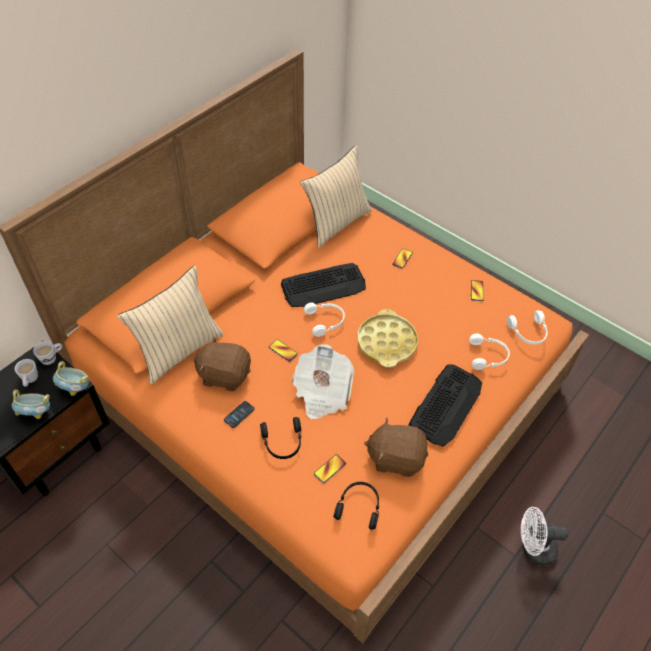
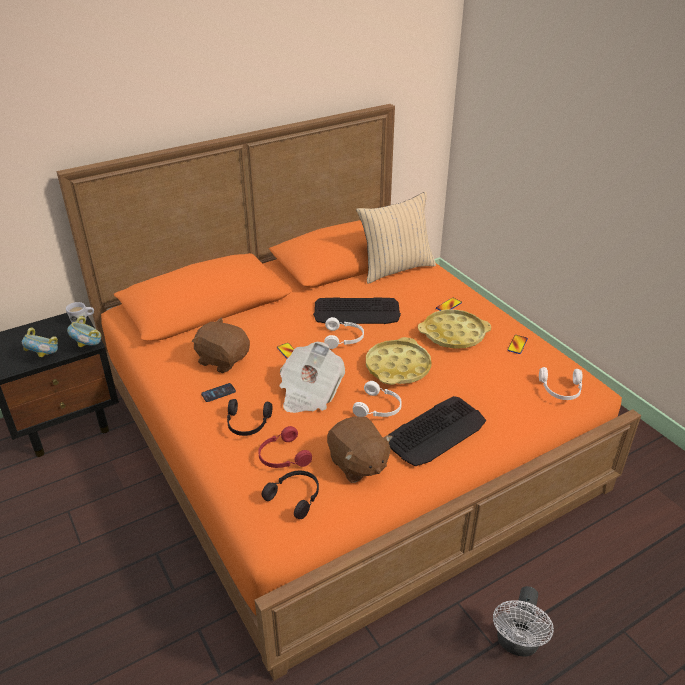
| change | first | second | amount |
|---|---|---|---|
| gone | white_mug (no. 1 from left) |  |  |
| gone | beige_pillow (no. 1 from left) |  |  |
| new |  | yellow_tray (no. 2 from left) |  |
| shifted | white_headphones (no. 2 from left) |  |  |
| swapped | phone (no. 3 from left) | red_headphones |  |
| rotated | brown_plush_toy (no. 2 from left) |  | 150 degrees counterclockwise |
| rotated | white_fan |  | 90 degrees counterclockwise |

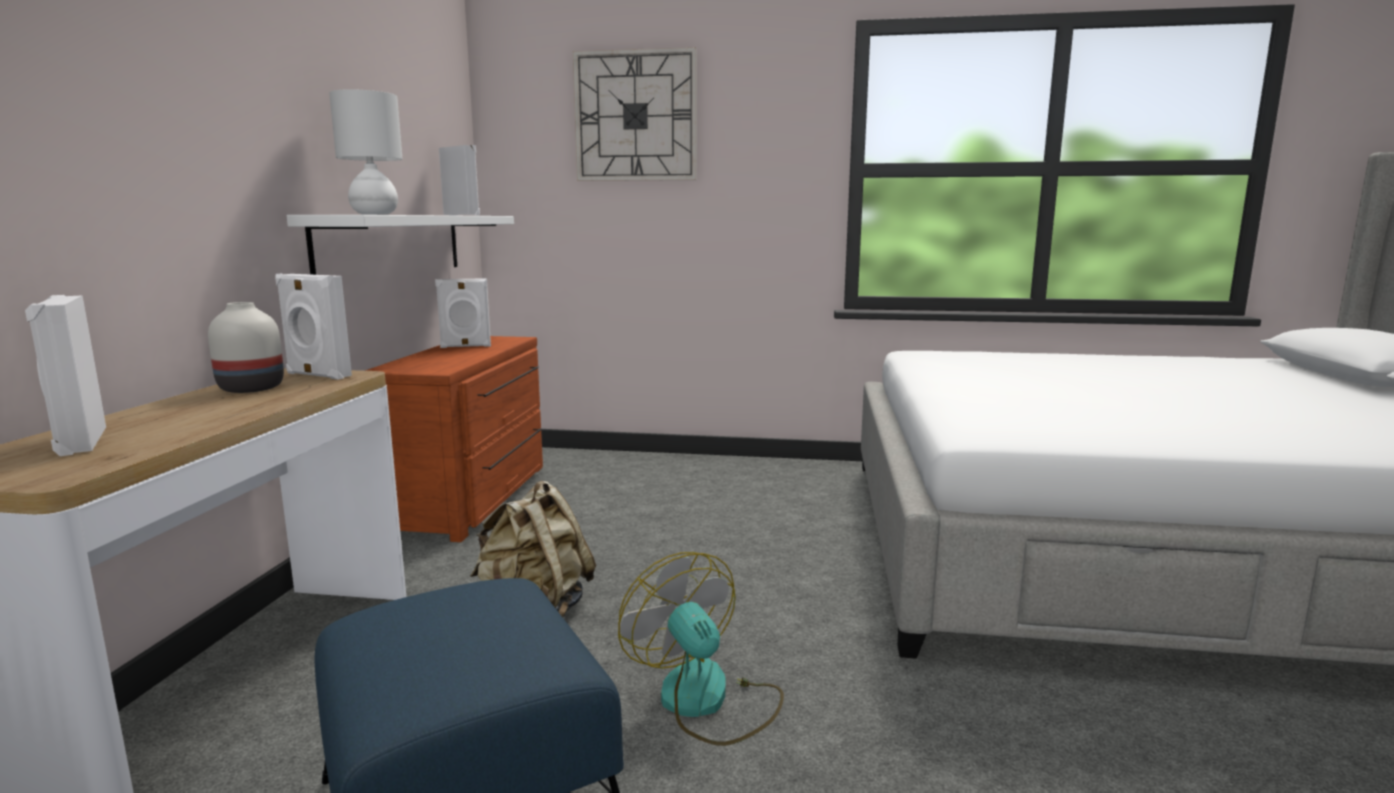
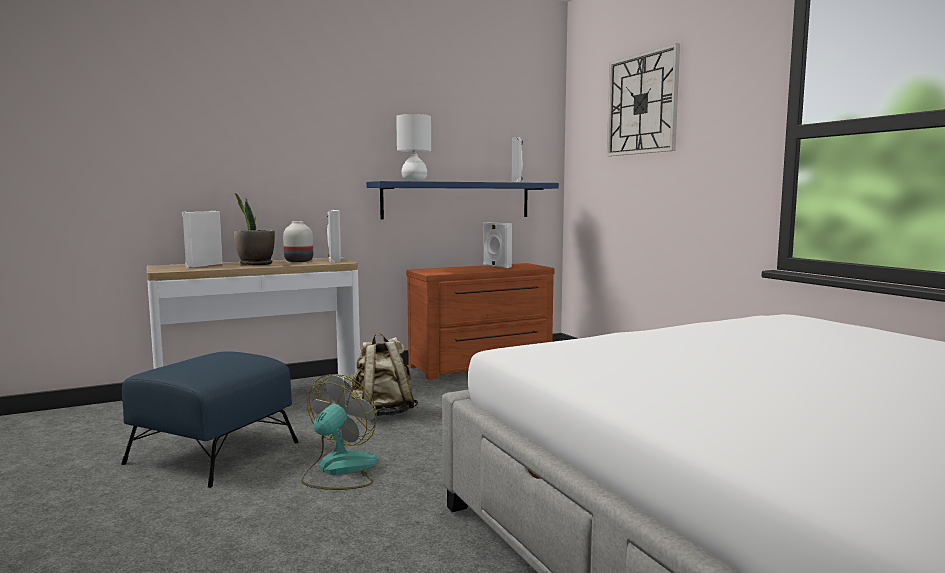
| change | first | second | amount |
|---|---|---|---|
| new |  | potted_plant |  |
| repainted | white_shelf | blue_shelf |  |

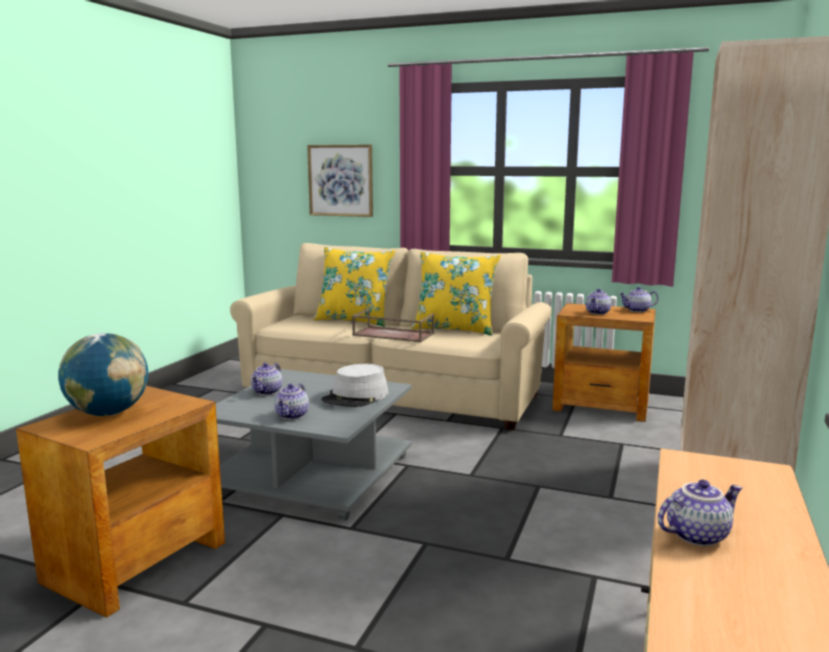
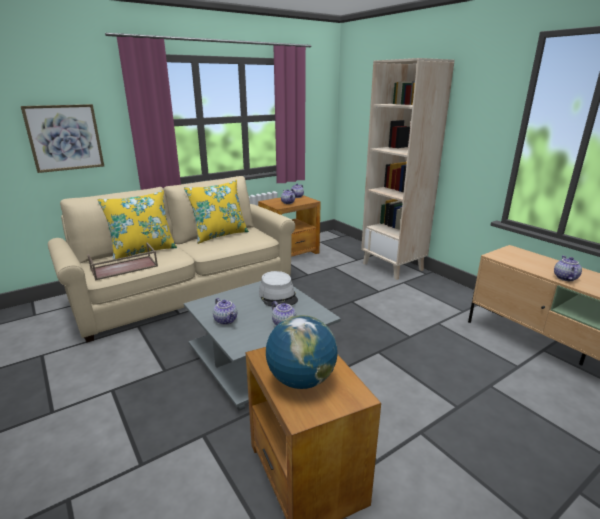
| change | first | second | amount |
|---|---|---|---|
| shifted | brown_tray |  |  |

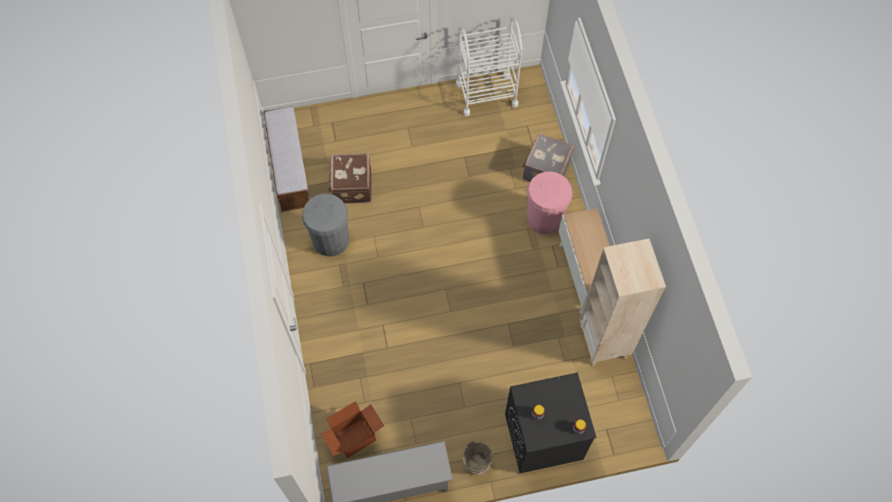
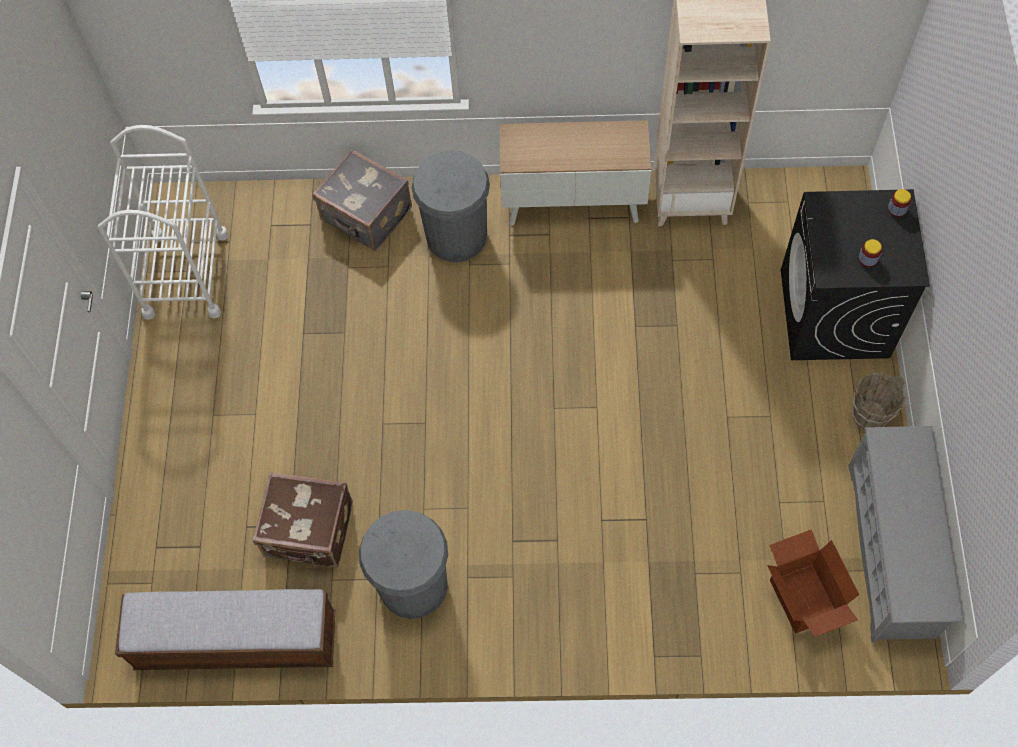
| change | first | second | amount |
|---|---|---|---|
| repainted | pink_trash_can | grey_trash_can (no. 2 from left) |  |

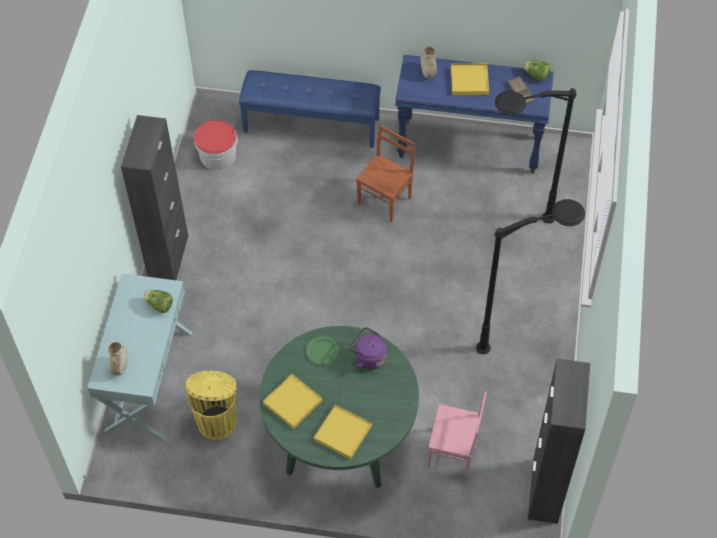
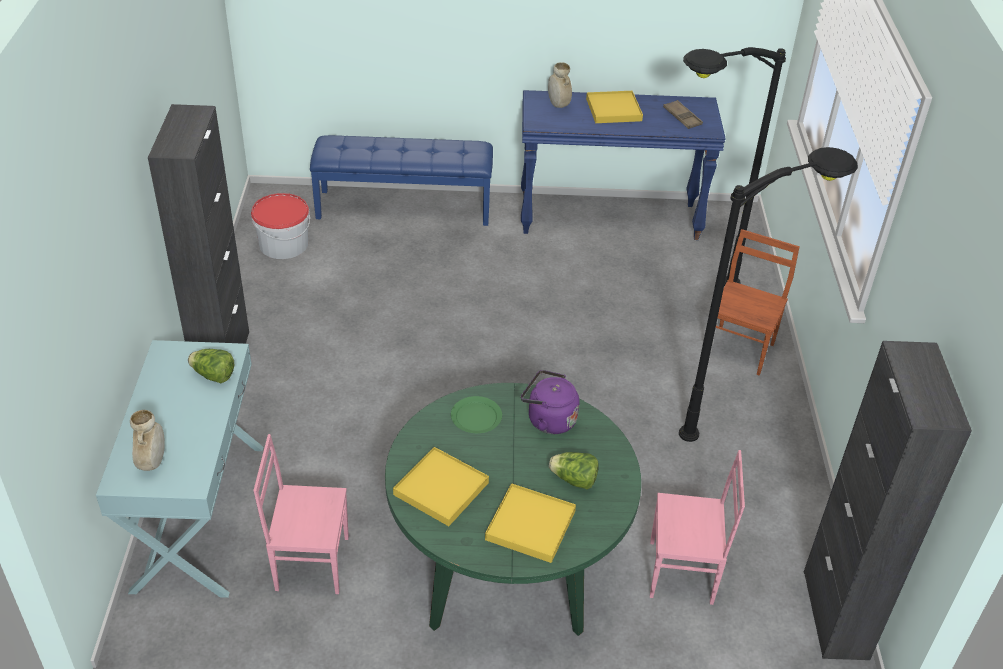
| change | first | second | amount |
|---|---|---|---|
| shifted | brown_chair |  |  |
| shifted | lettuce (no. 2 from left) |  |  |
| swapped | yellow_trash_can | pink_chair (no. 1 from left) |  |

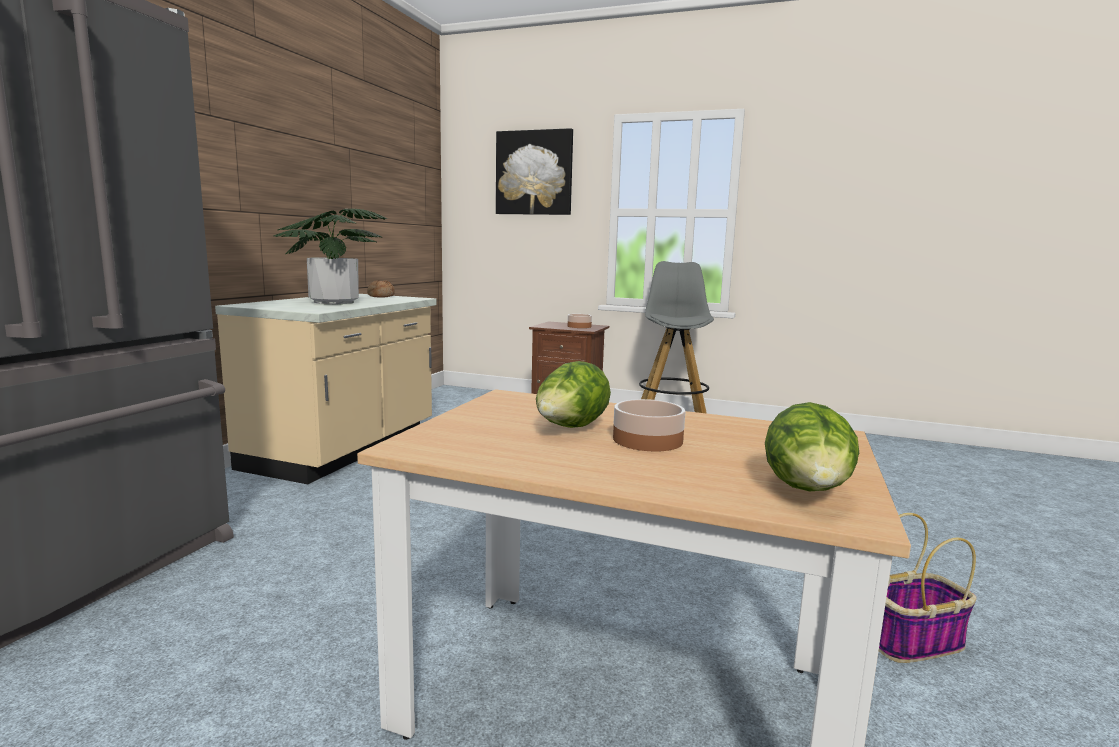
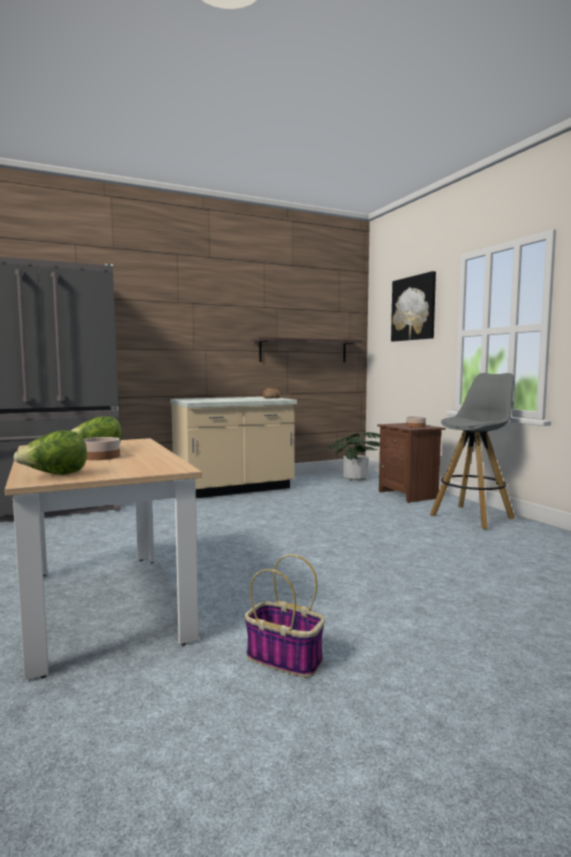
| change | first | second | amount |
|---|---|---|---|
| new |  | shelf |  |
| shifted | potted_plant |  |  |

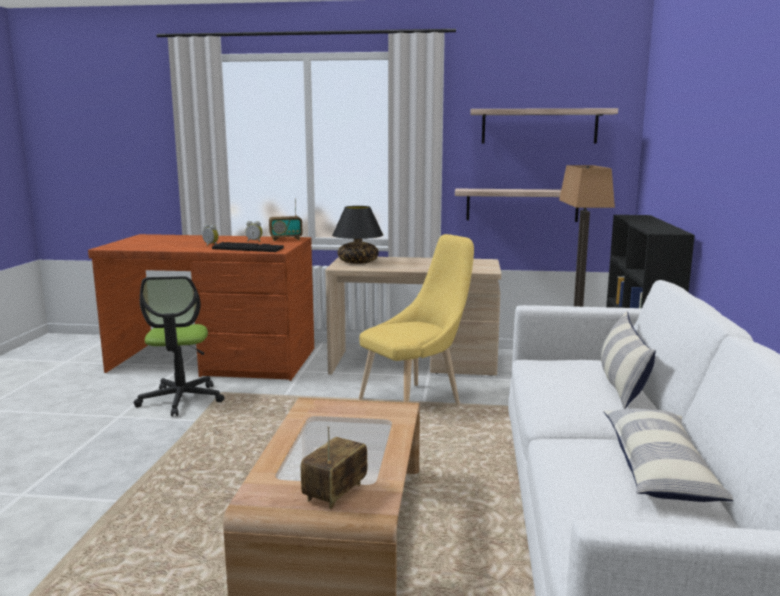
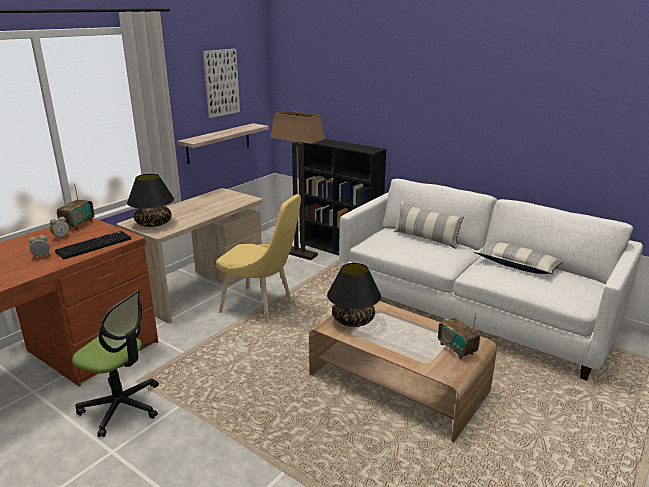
| change | first | second | amount |
|---|---|---|---|
| new |  | black_table_lamp (no. 2 from left) |  |
| swapped | shelf (no. 2 from left) | picture |  |
| rotated | yellow_chair |  | 120 degrees clockwise |

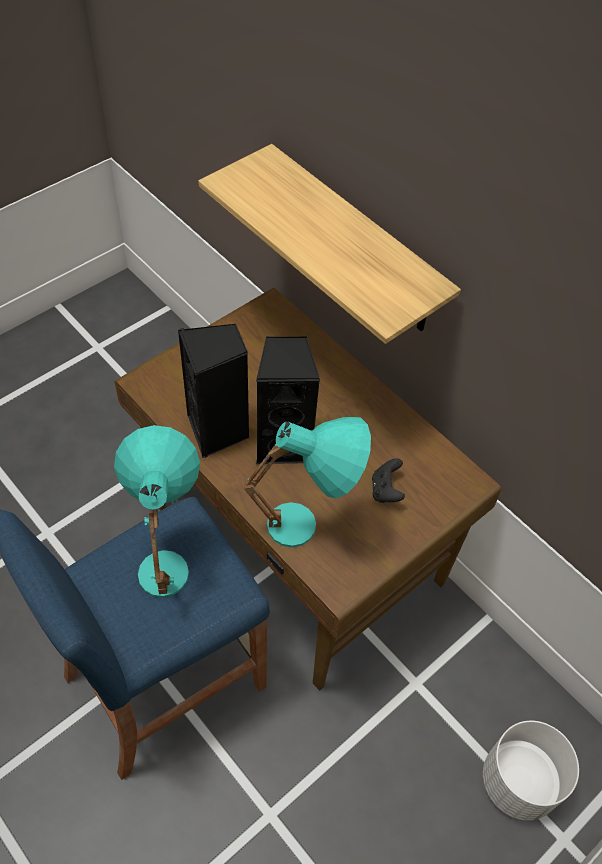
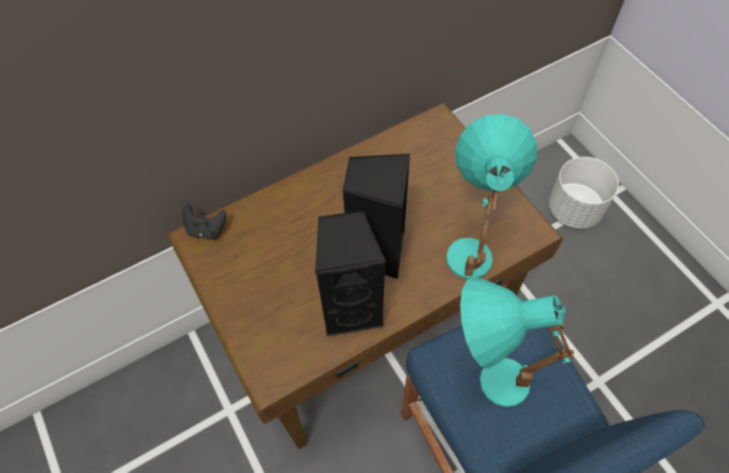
| change | first | second | amount |
|---|---|---|---|
| gone | shelf |  |  |
| shifted | black_game_controller |  |  |

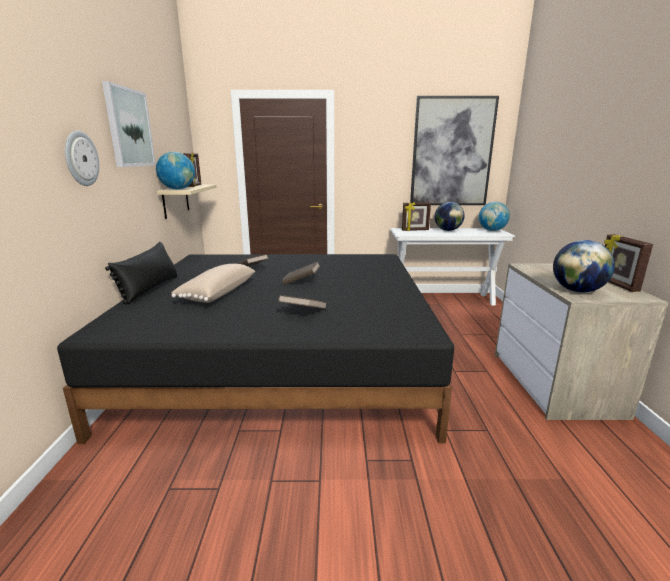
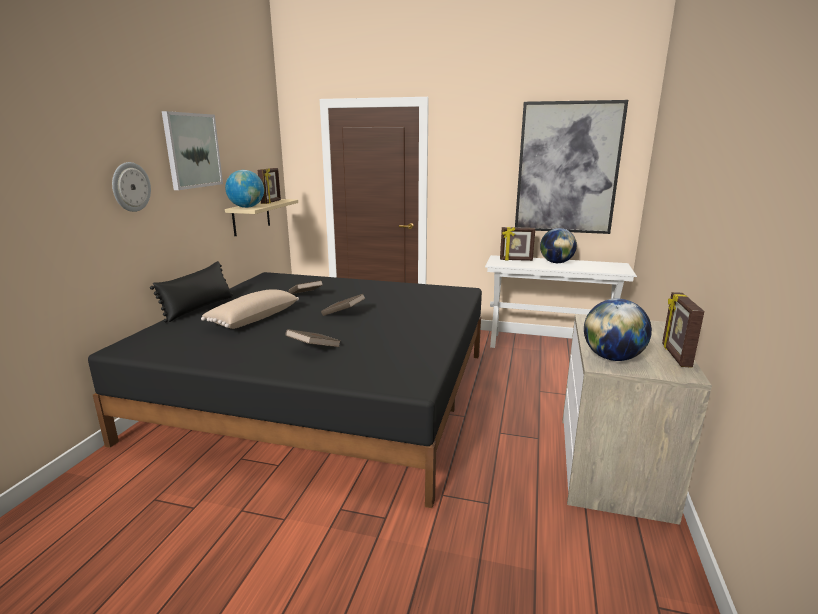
| change | first | second | amount |
|---|---|---|---|
| gone | globe (no. 3 from left) |  |  |

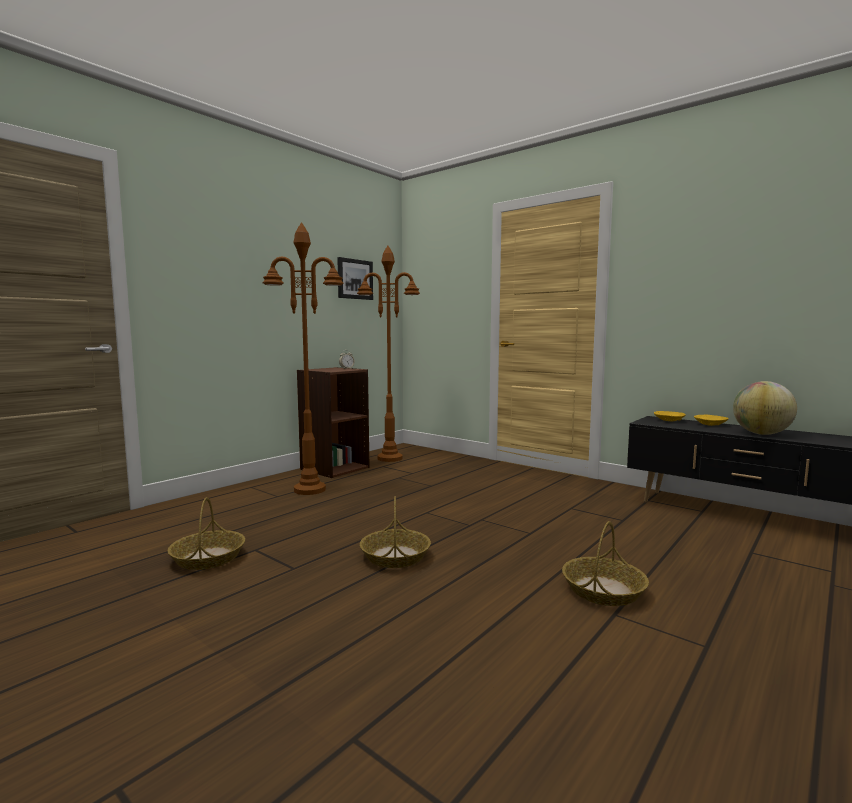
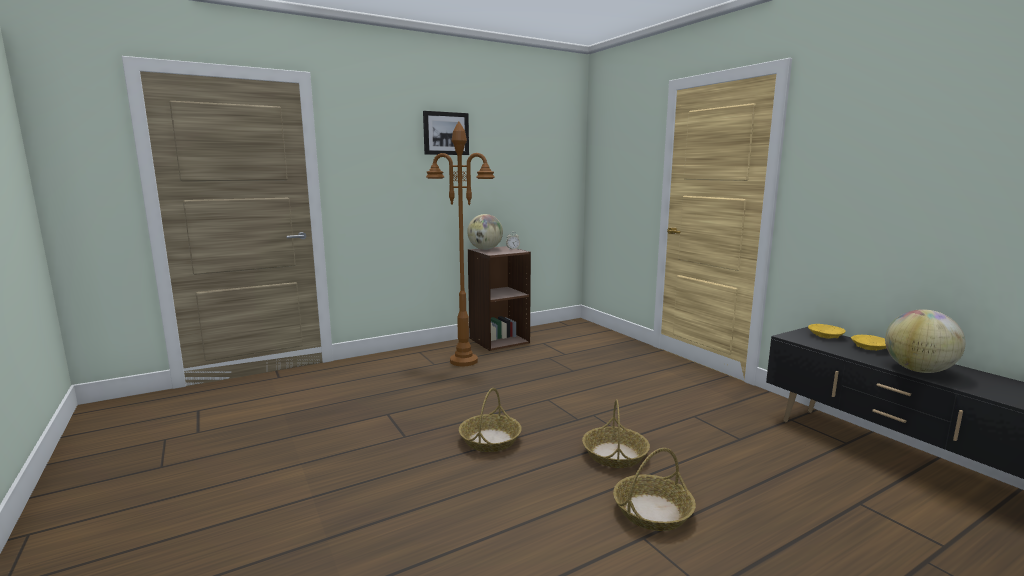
| change | first | second | amount |
|---|---|---|---|
| gone | brown_floor_lamp (no. 2 from left) |  |  |
| new |  | globe (no. 1 from left) |  |
| shifted | basket (no. 1 from left in the first image) | basket (no. 2 from left) |  |
| shifted | picture |  |  |

